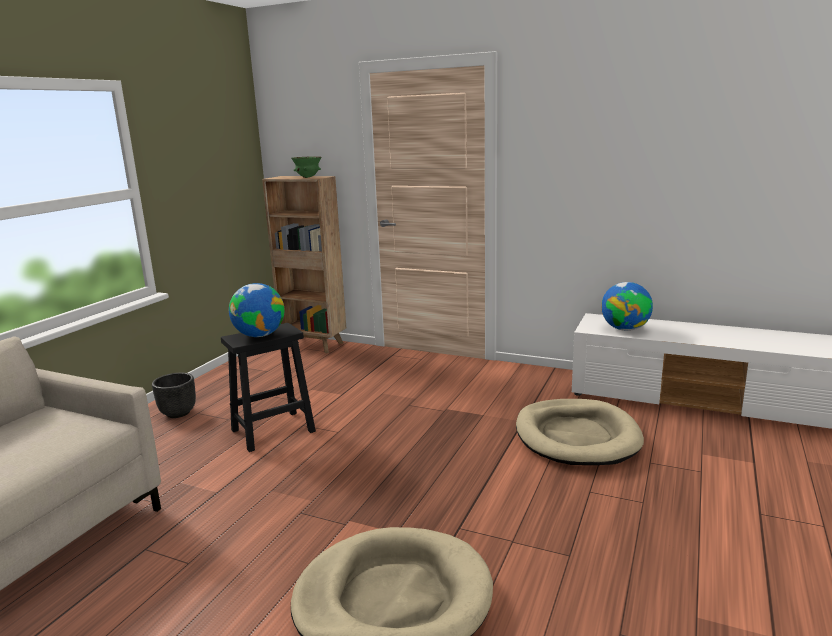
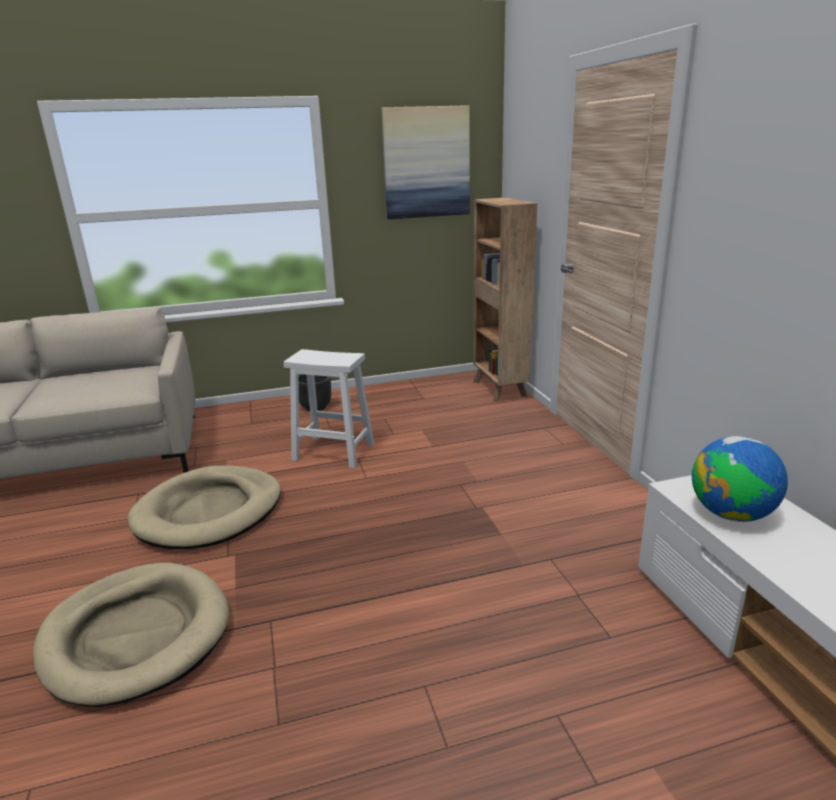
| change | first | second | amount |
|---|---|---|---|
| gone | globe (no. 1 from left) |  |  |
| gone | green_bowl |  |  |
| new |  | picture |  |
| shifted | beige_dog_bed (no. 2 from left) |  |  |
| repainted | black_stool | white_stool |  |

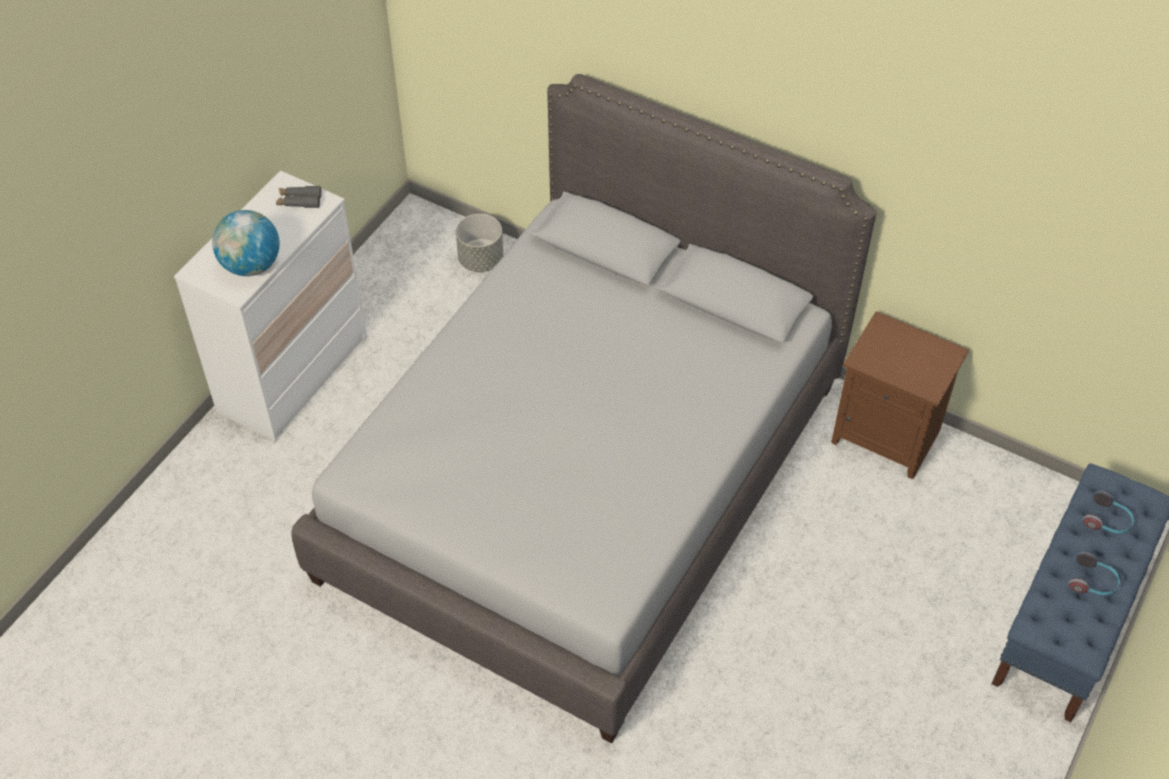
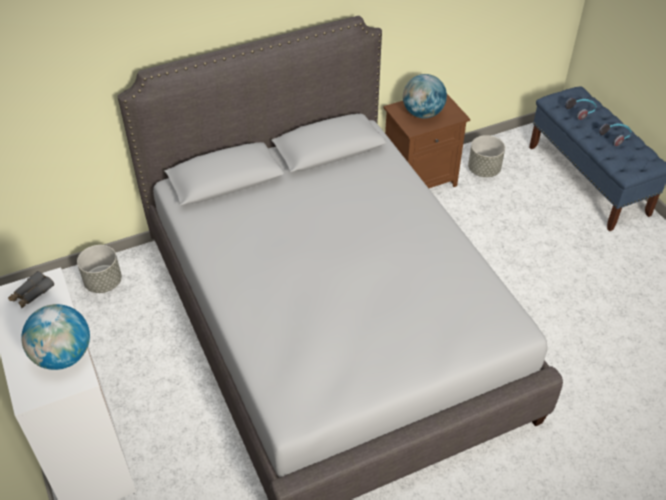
| change | first | second | amount |
|---|---|---|---|
| new |  | globe (no. 2 from left) |  |
| new |  | grey_planter (no. 2 from left) |  |

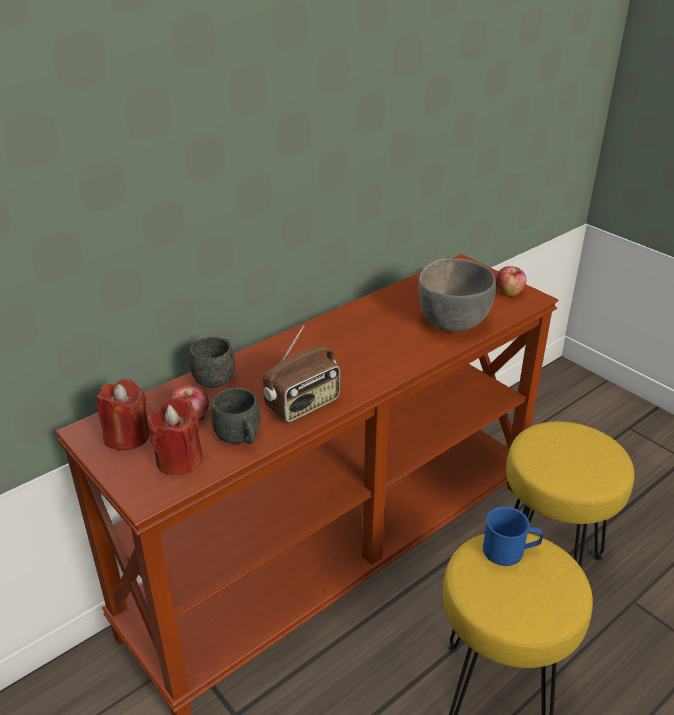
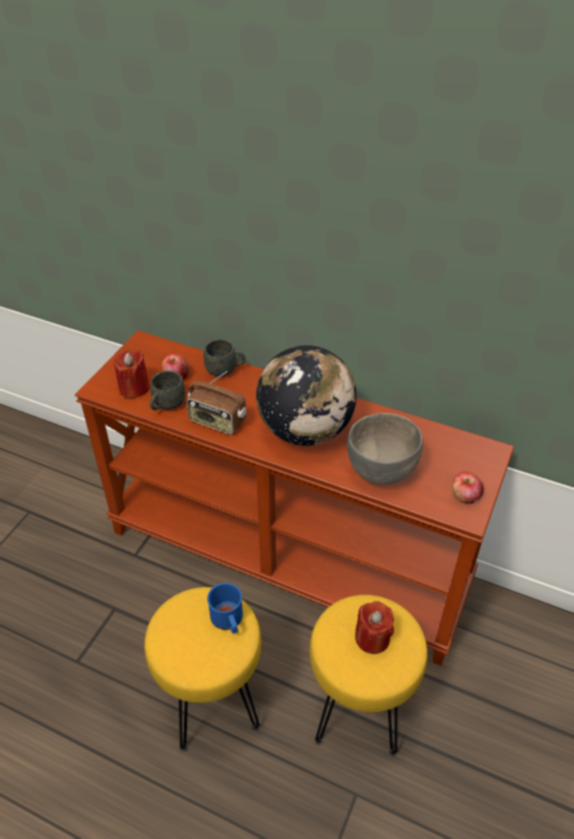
| change | first | second | amount |
|---|---|---|---|
| new |  | globe |  |
| shifted | red_candle (no. 1 from left in the first image) | red_candle (no. 2 from left) |  |

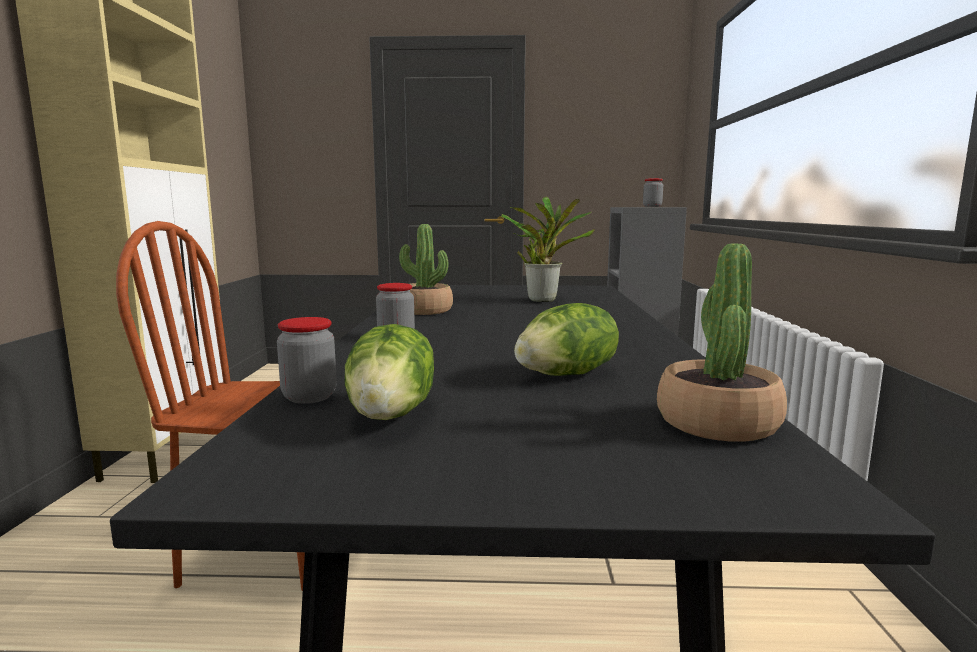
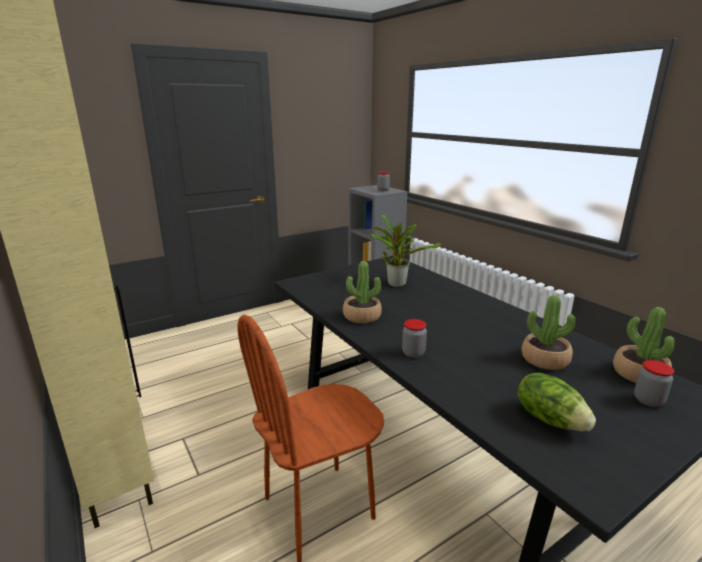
| change | first | second | amount |
|---|---|---|---|
| shifted | jar (no. 1 from left in the first image) | jar (no. 3 from left) |  |
| swapped | lettuce (no. 2 from left) | potted_plant (no. 3 from left) |  |

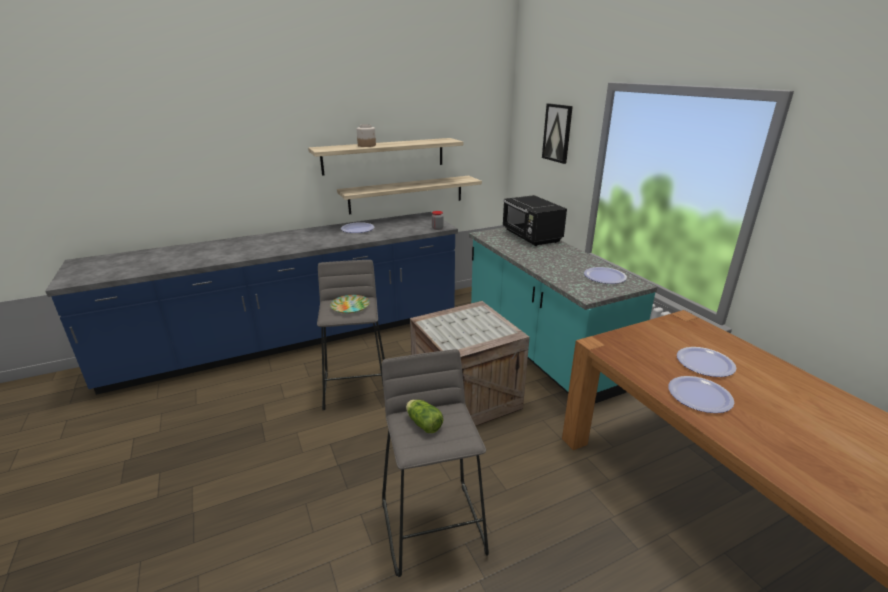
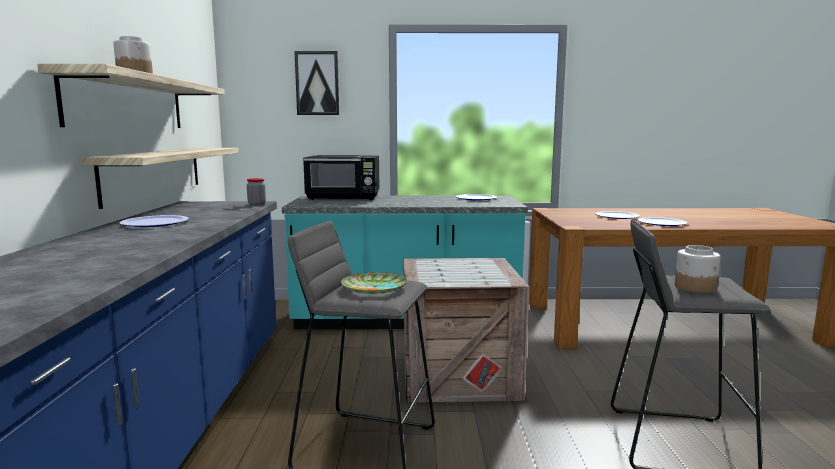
| change | first | second | amount |
|---|---|---|---|
| swapped | lettuce | jar (no. 3 from left) |  |

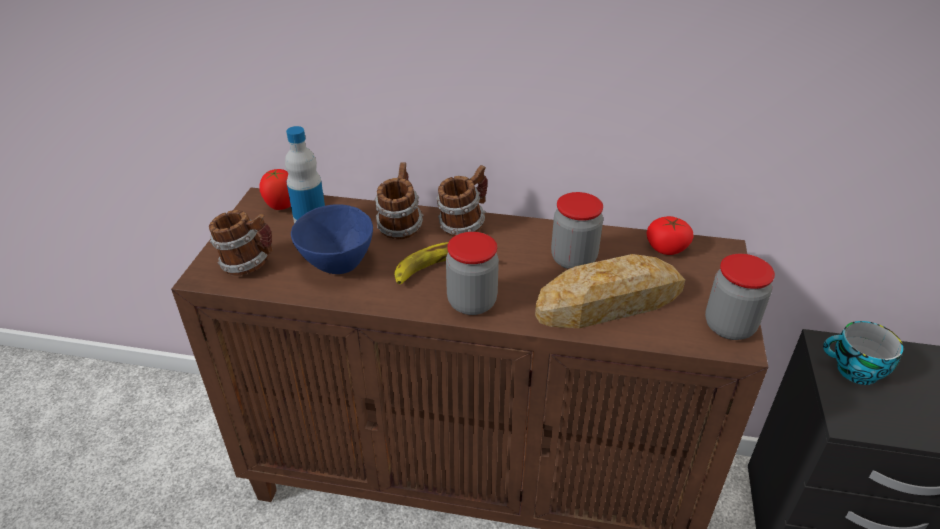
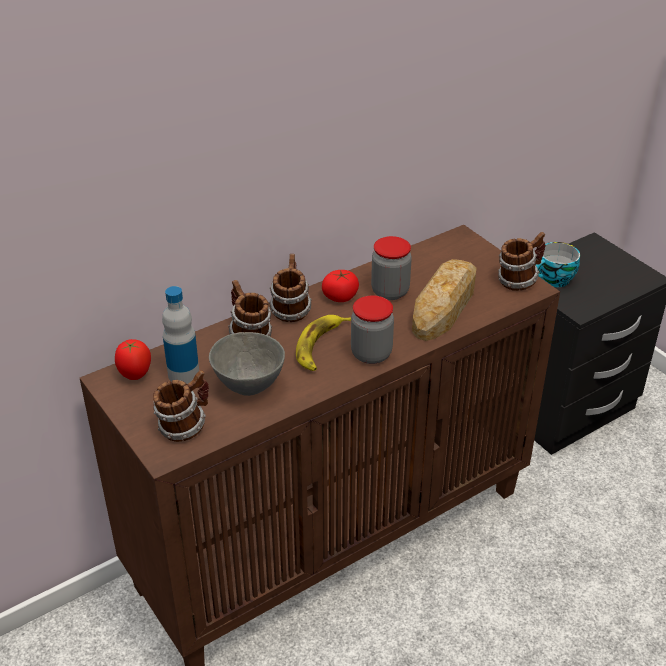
| change | first | second | amount |
|---|---|---|---|
| shifted | tomato (no. 2 from left) |  |  |
| swapped | jar (no. 3 from left) | mug (no. 4 from left) |  |
| repainted | blue_bowl | grey_bowl |  |

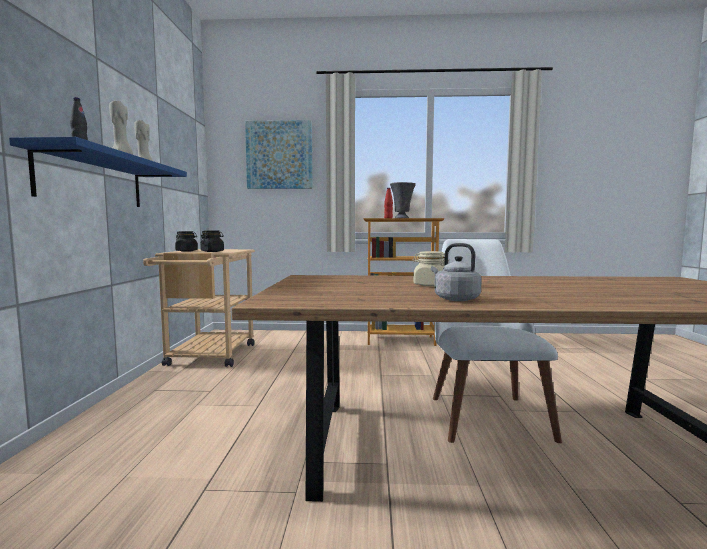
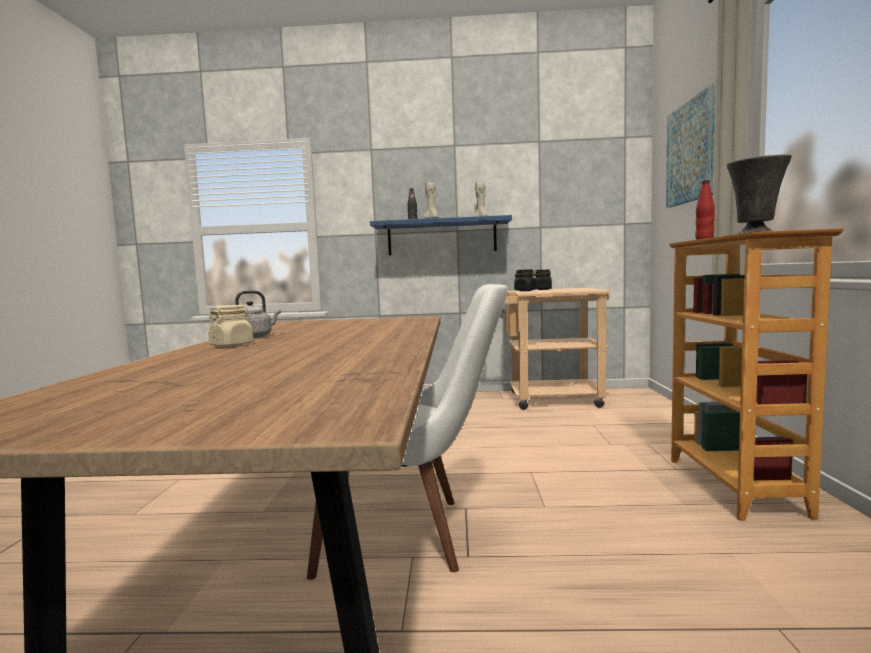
| change | first | second | amount |
|---|---|---|---|
| shifted | beige_jar |  |  |

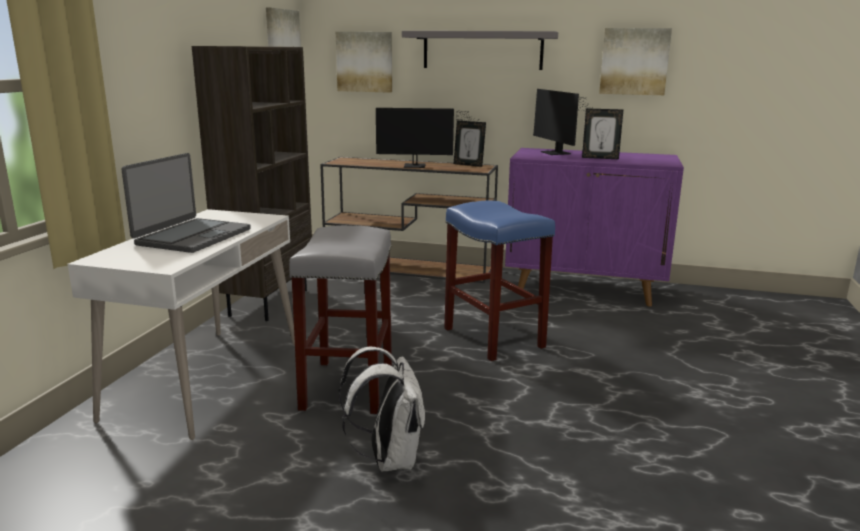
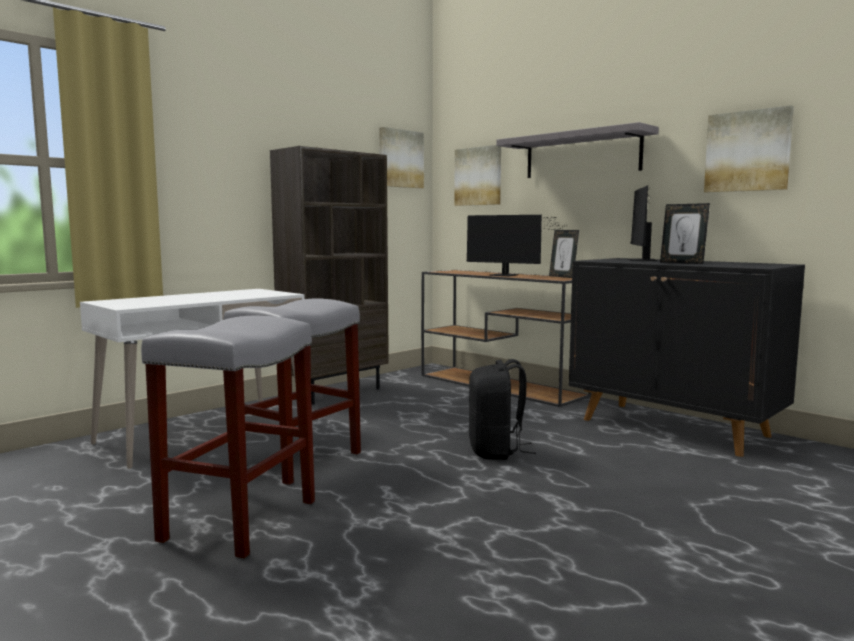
| change | first | second | amount |
|---|---|---|---|
| gone | laptop |  |  |
| swapped | white_backpack | grey_stool (no. 1 from left) |  |
| swapped | blue_stool | black_backpack |  |
| repainted | purple_cabinet | black_cabinet |  |

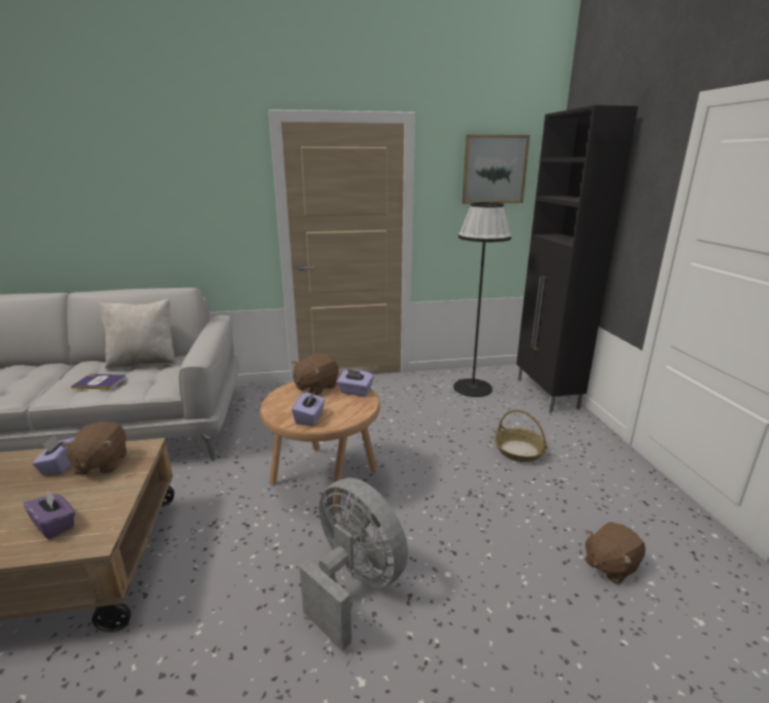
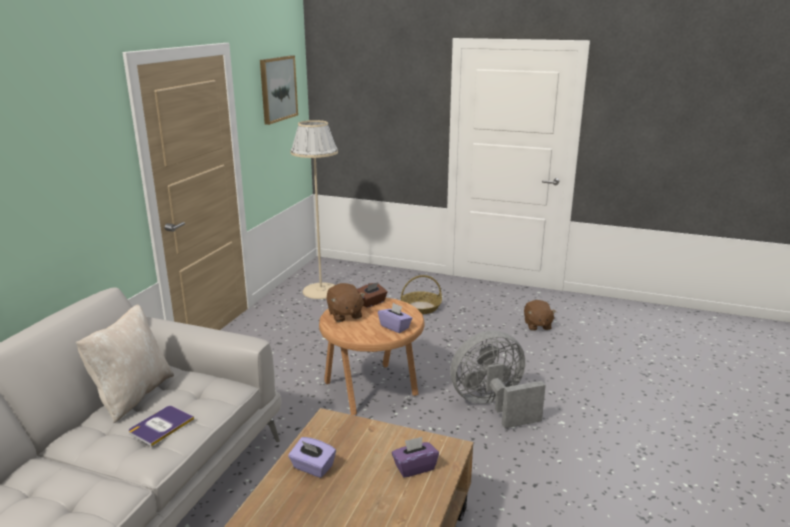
| change | first | second | amount |
|---|---|---|---|
| gone | brown_plush_toy (no. 1 from left) |  |  |
| gone | black_cabinet |  |  |
| repainted | purple_tissue_box (no. 4 from left) | brown_tissue_box |  |
| repainted | black_floor_lamp | beige_floor_lamp |  |

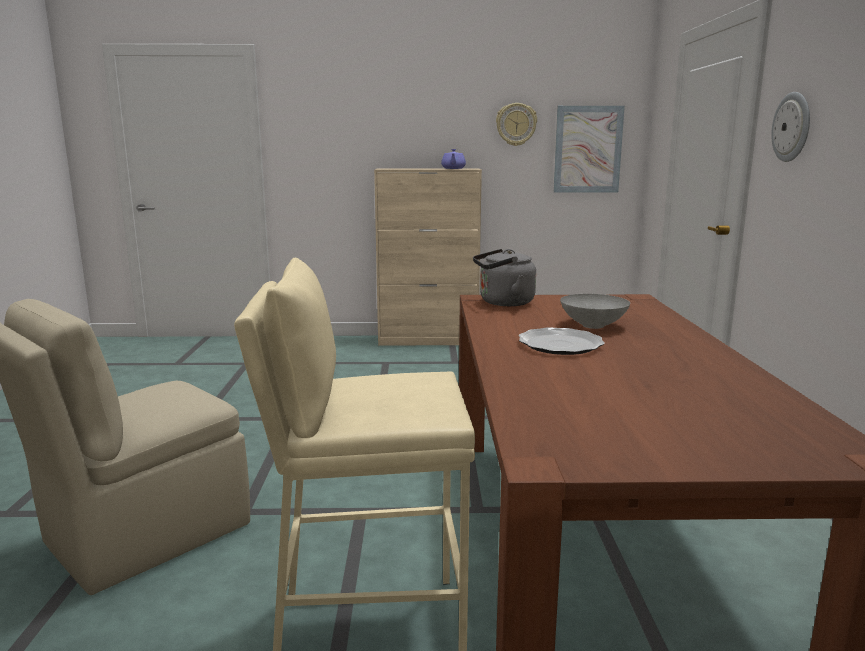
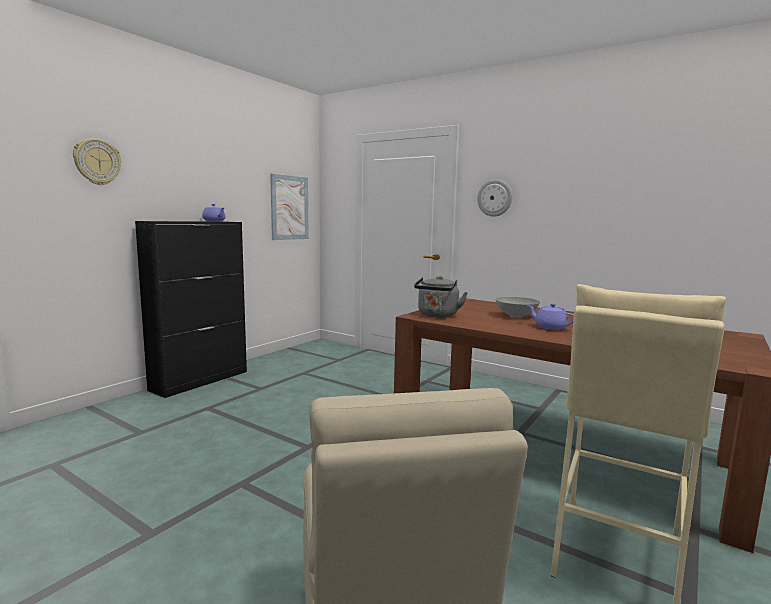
| change | first | second | amount |
|---|---|---|---|
| shifted | wall_clock (no. 1 from left) |  |  |
| swapped | plate | purple_teapot (no. 2 from left) |  |
| repainted | beige_cabinet | black_cabinet |  |

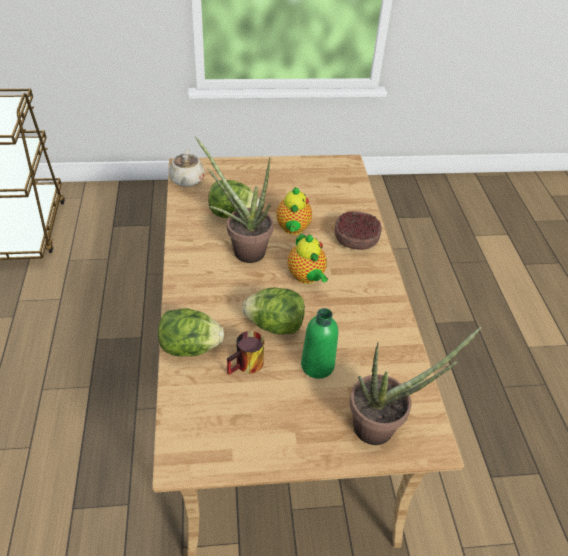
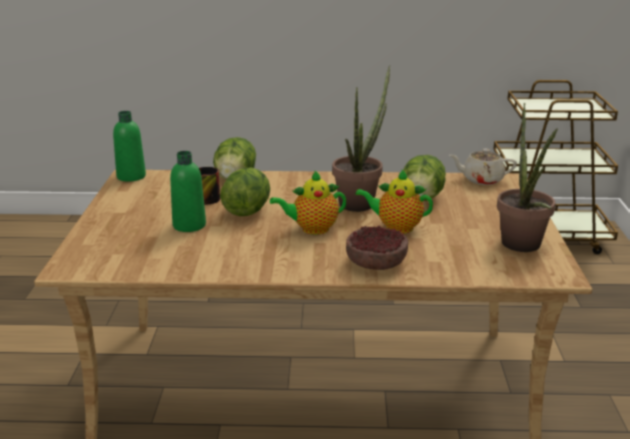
| change | first | second | amount |
|---|---|---|---|
| new |  | green_bottle (no. 1 from left) |  |
| shifted | potted_plant (no. 2 from left) |  |  |

